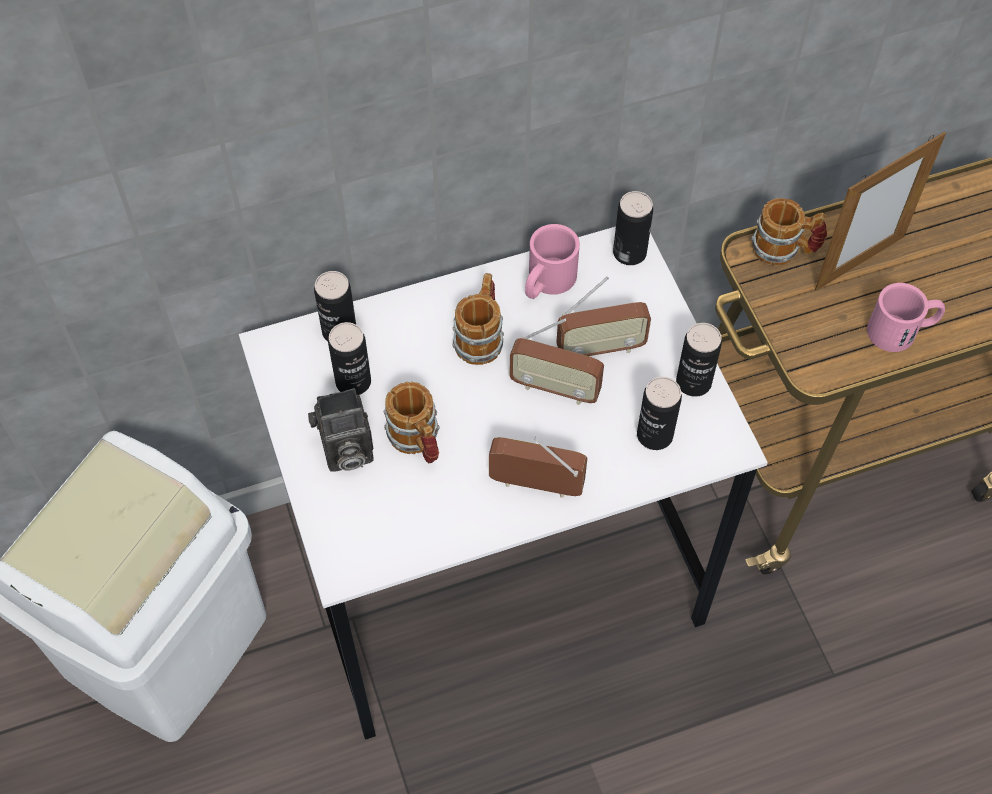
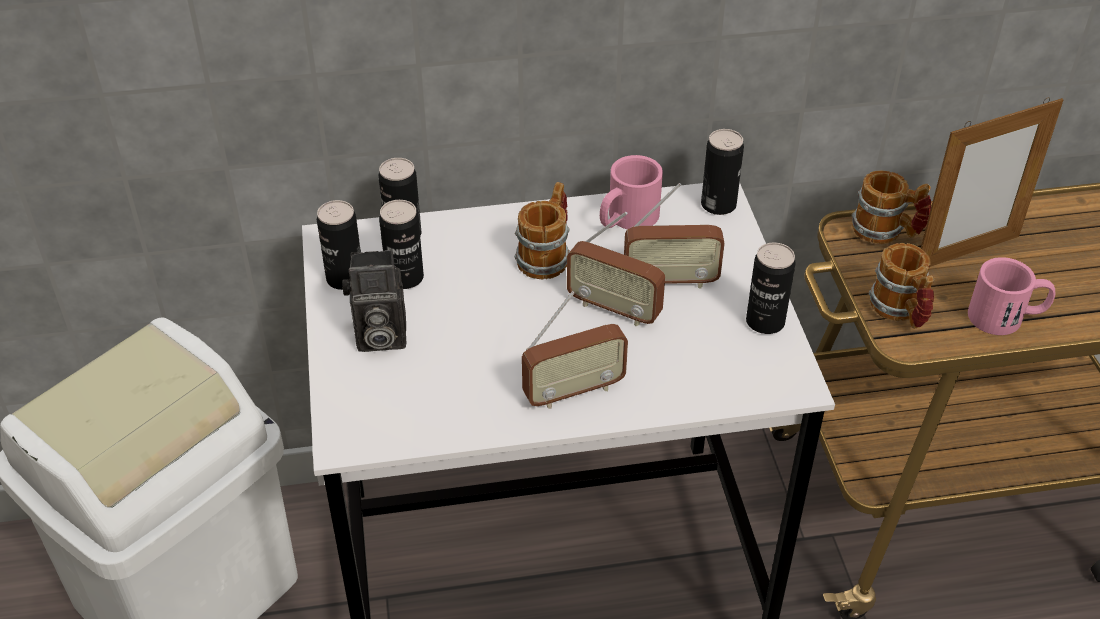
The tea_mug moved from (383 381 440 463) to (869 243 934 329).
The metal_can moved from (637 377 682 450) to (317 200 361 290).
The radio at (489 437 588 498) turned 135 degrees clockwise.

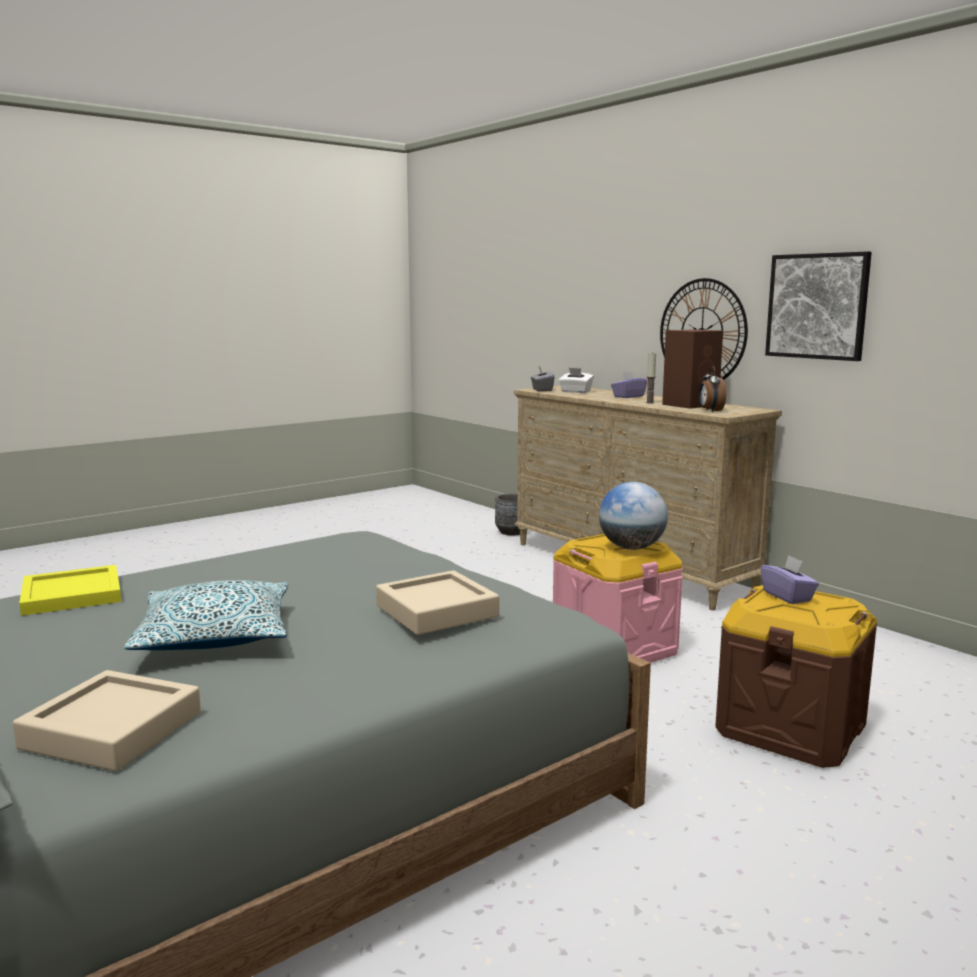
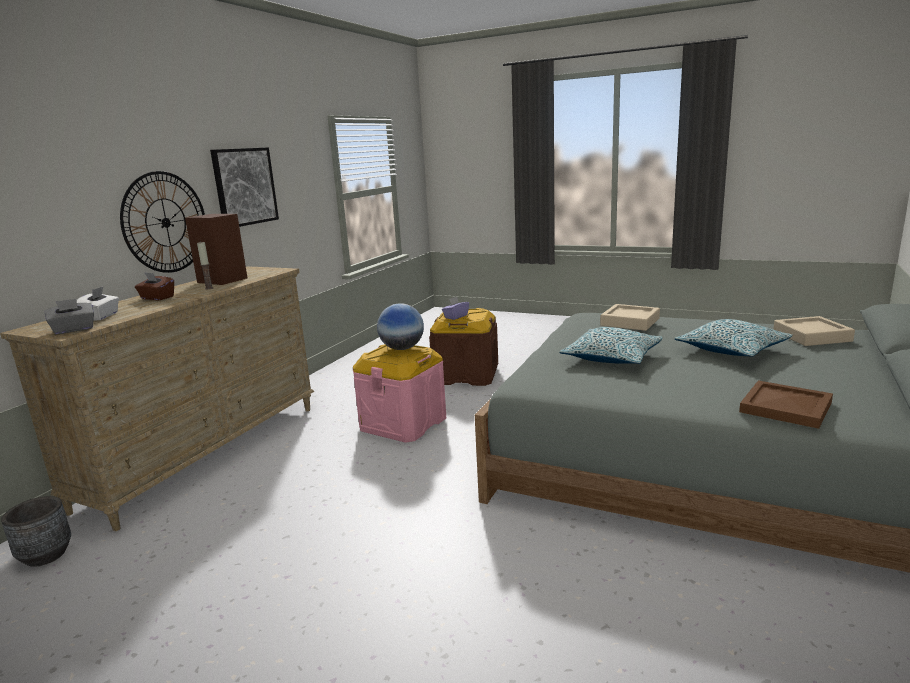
The bedside_clock at (699 366 726 412) disappeared.
The throw_pillow at (559 327 663 364) appeared.
The yellow-coloured_tray at (19 565 121 616) became the brownish_tray at (739 381 833 429).
The purple-coloured_tissue_holder at (611 371 647 398) became the brownish_tissue_holder at (135 272 174 300).

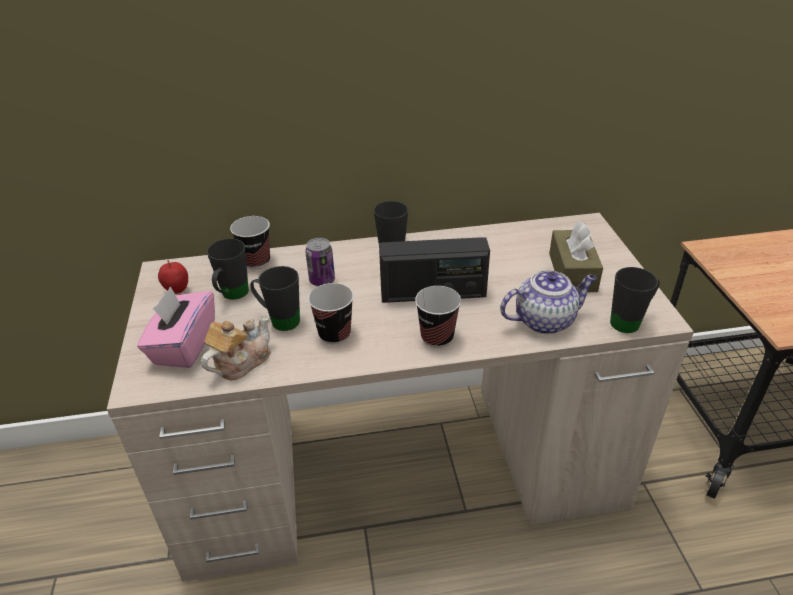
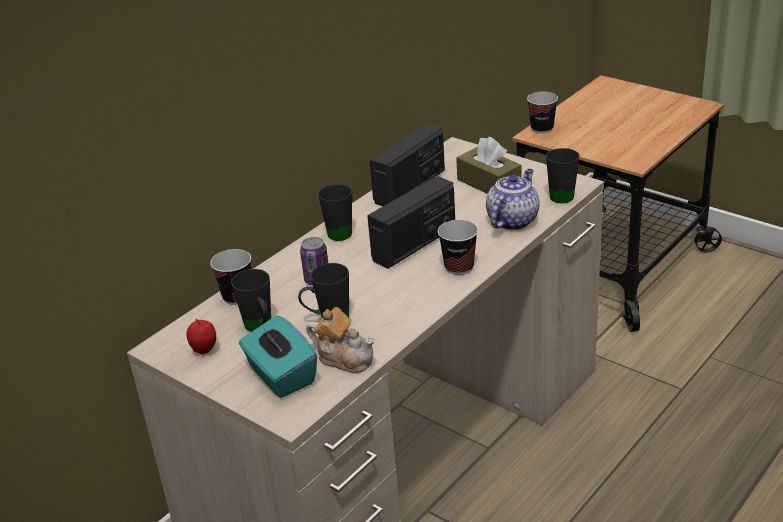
The radio at (370 124 445 206) appeared.
The drinking_cup moved from (308 283 354 344) to (527 91 558 133).
The pinkish_tissue_holder at (137 286 215 368) became the turquoise_tissue_holder at (239 315 317 398).
The teapot at (201 315 271 380) turned 120 degrees clockwise.

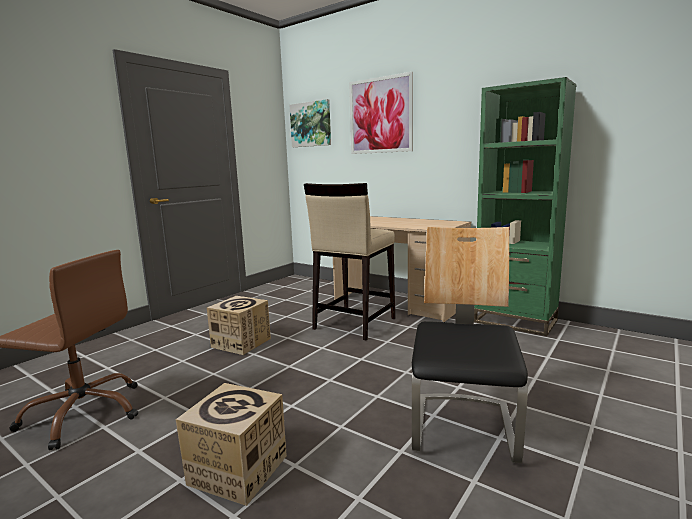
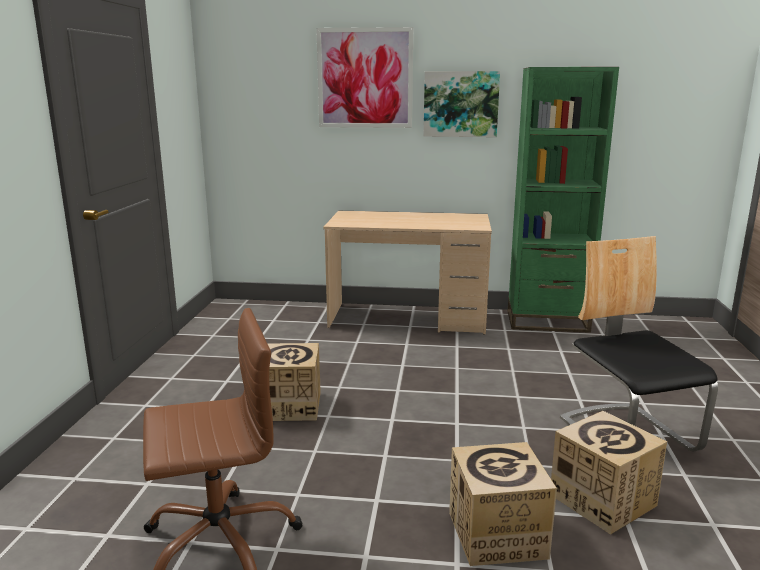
The beige_stool at (304 183 395 340) disappeared.
The cardboard_box at (551 411 667 535) appeared.
The picture moved from (290 99 331 147) to (424 71 500 137).

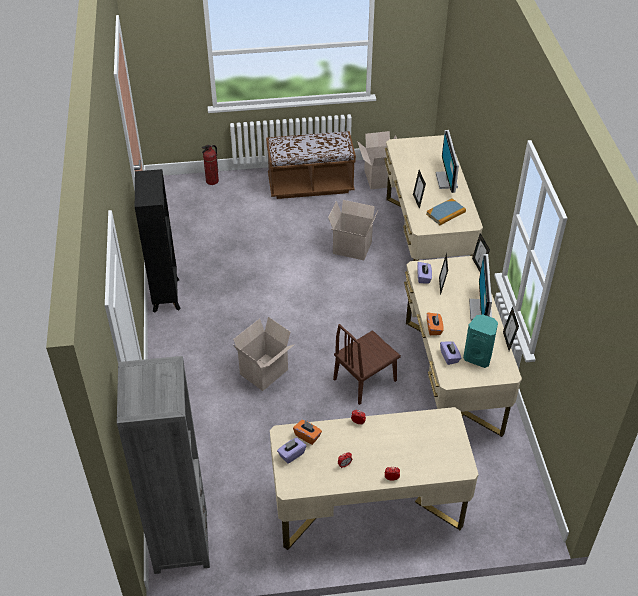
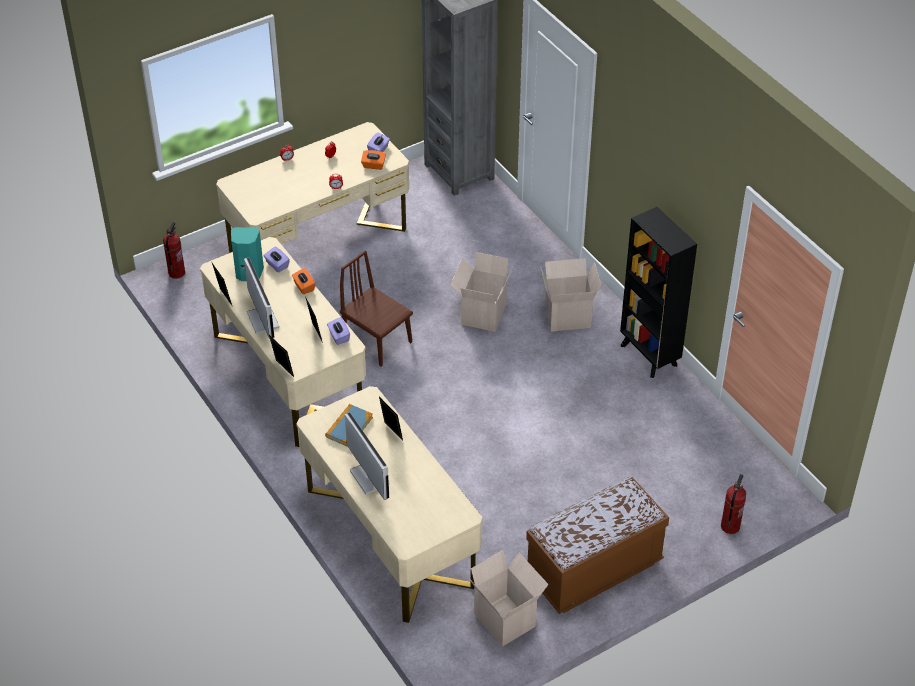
The fire-fighting_cylinder at (163 222 185 279) appeared.
The cardboard_box moved from (328 200 379 260) to (541 258 601 332).
The brownish_plain_chair at (333 324 401 405) turned 75 degrees counterclockwise.

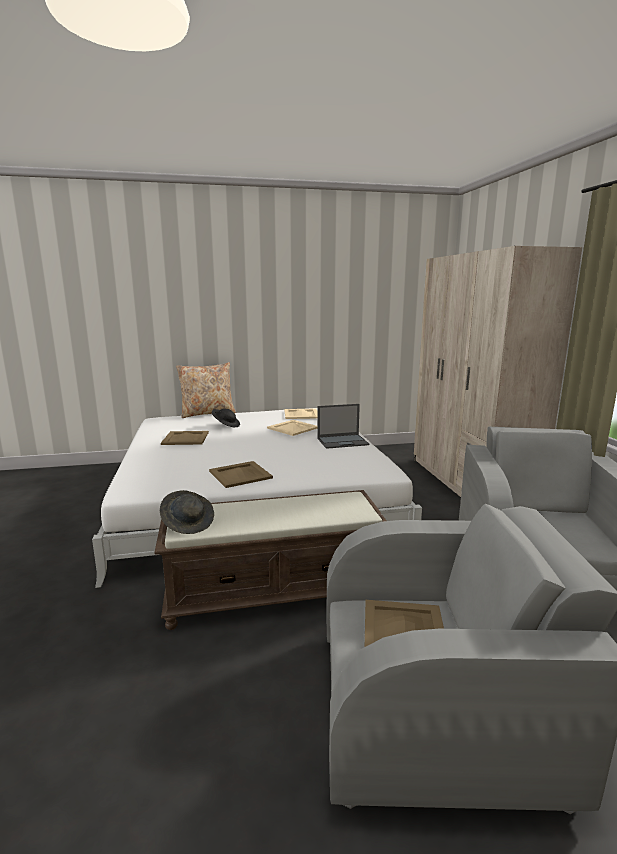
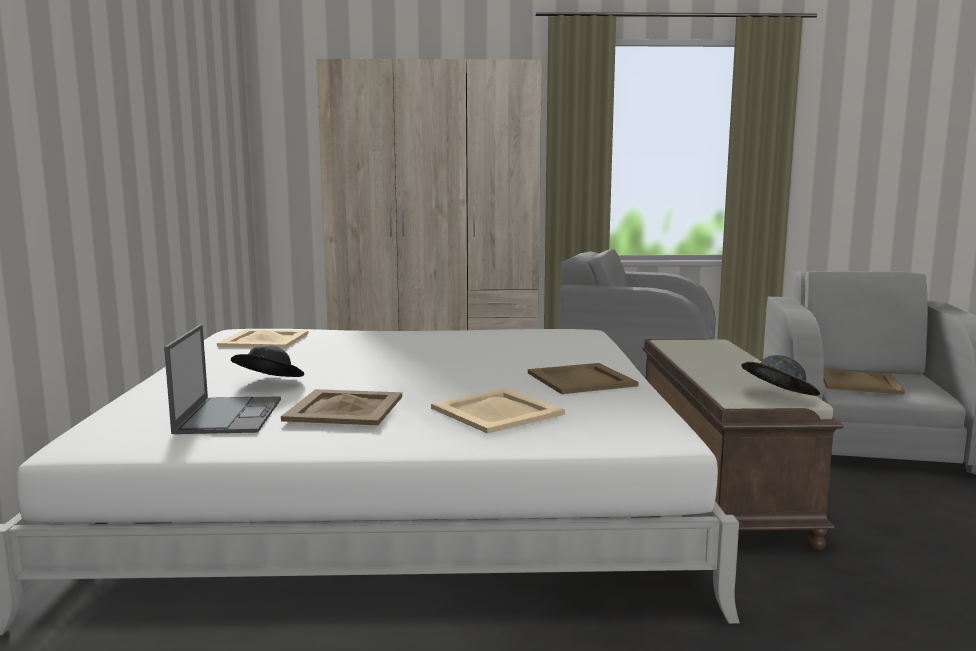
The beige_throw_pillow at (176 362 236 418) disappeared.
The beige_tray moved from (267 420 317 436) to (431 389 565 434).
The laptop moved from (317 404 369 449) to (164 324 281 434).

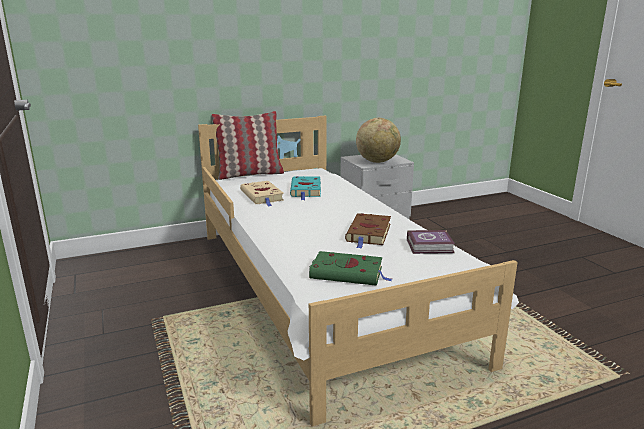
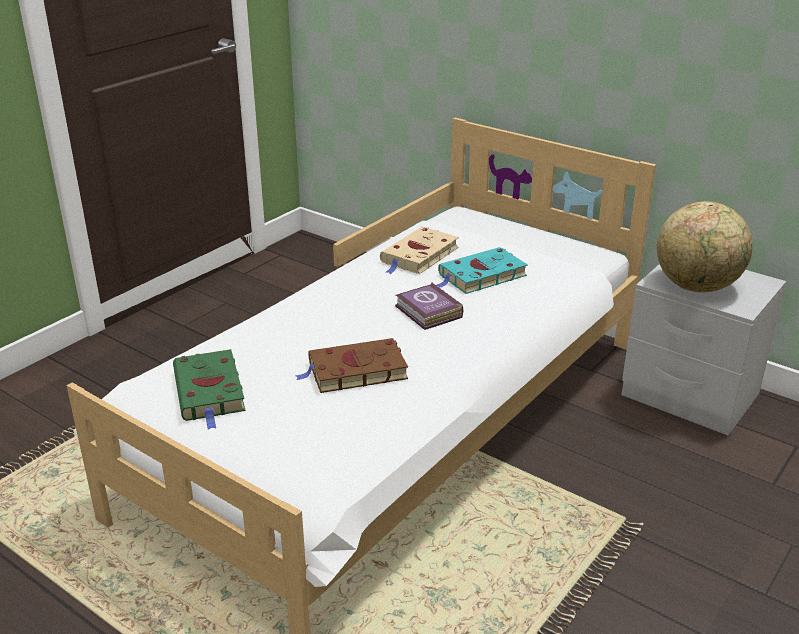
The throw_pillow at (211 111 284 180) disappeared.
The book moved from (407 230 455 254) to (395 283 463 330).

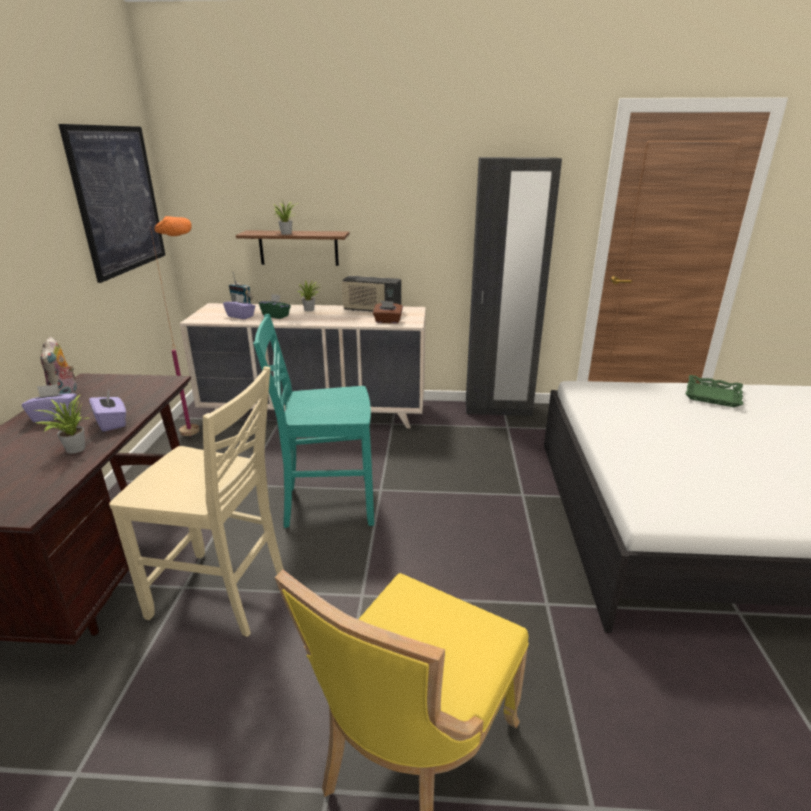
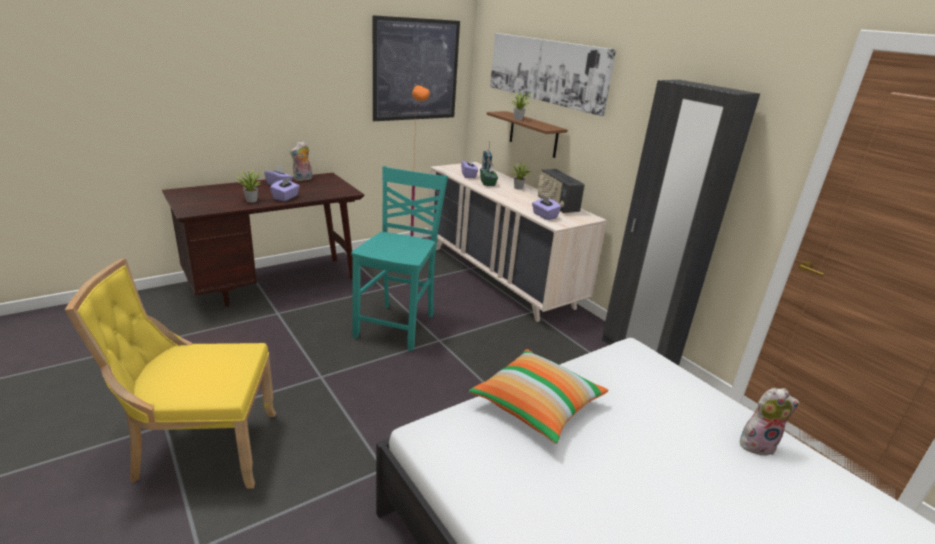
The beige_plain_chair at (109 366 284 637) disappeared.
The throw_pillow at (469 349 609 444) appeared.
The picture at (490 33 616 116) appeared.
The greenish_tray at (686 375 743 407) was replaced by the cuddly_toy at (740 388 799 456).
The brownish_tissue_holder at (373 301 403 324) became the purple-coloured_tissue_holder at (532 195 561 220).
The turquoise_plain_chair at (253 314 374 528) turned 60 degrees clockwise.

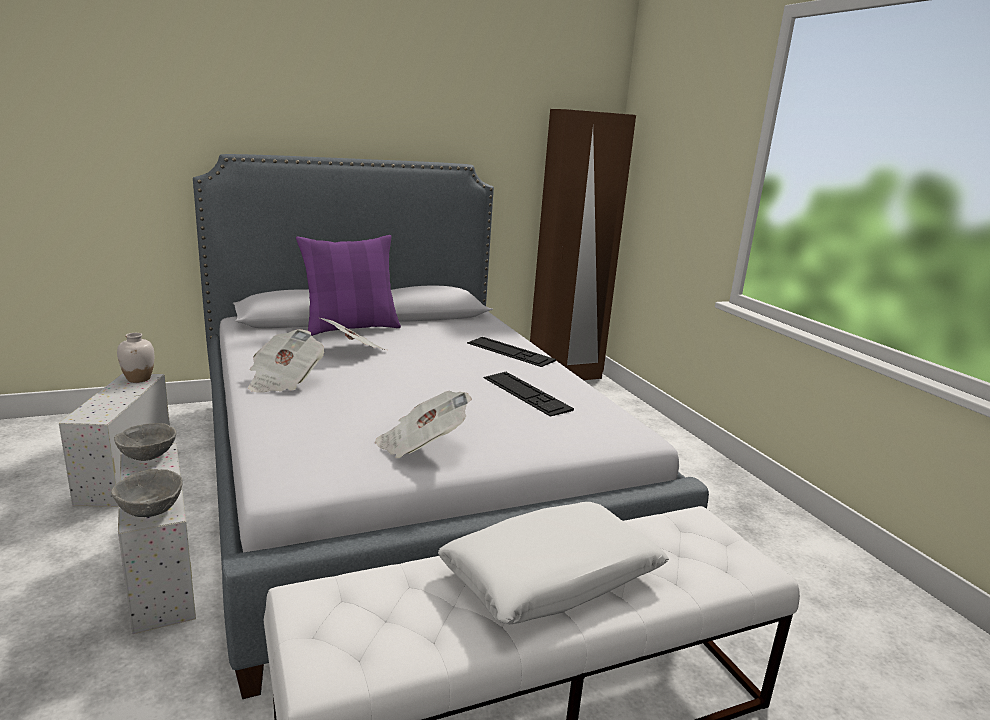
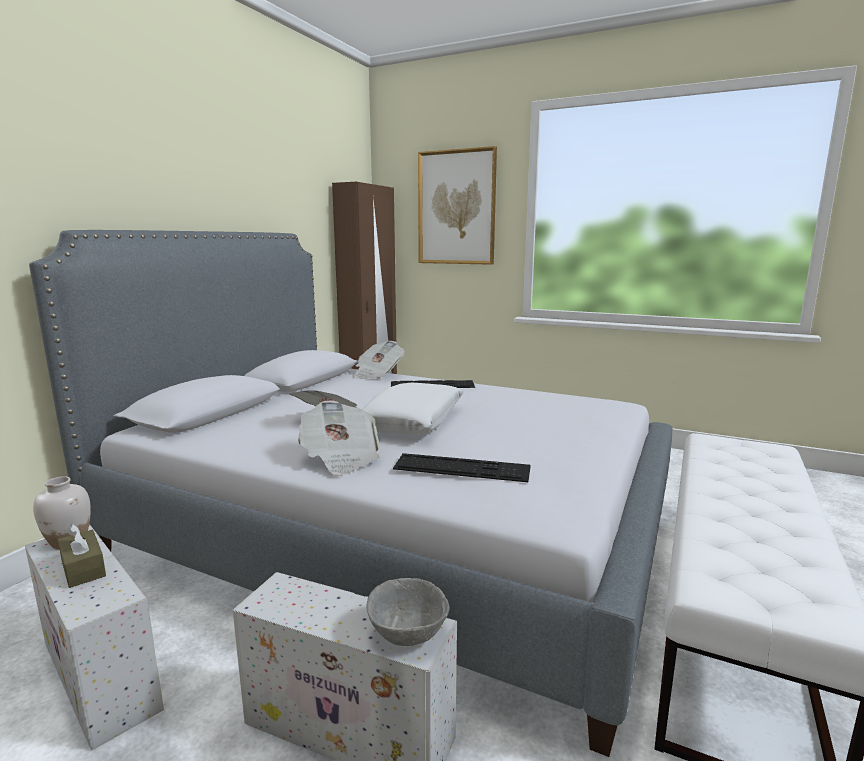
The gray_bowl at (114 423 176 461) disappeared.
The purple-coloured_throw_pillow at (296 235 401 336) disappeared.
The brownish_tissue_holder at (58 524 106 588) appeared.
The picture at (418 146 497 265) appeared.
The daily_paper moved from (375 391 472 458) to (354 341 405 379).
The white-coloured_throw_pillow moved from (438 502 669 624) to (362 383 463 434).
The computer_keyboard moved from (484 372 574 417) to (393 453 531 482).

